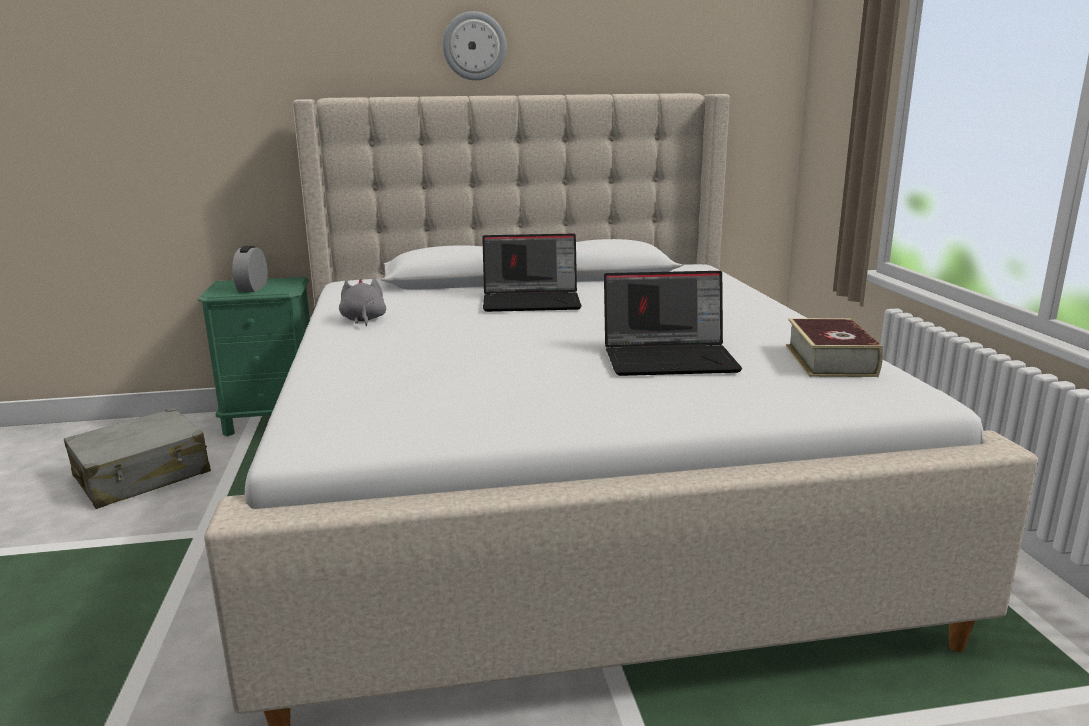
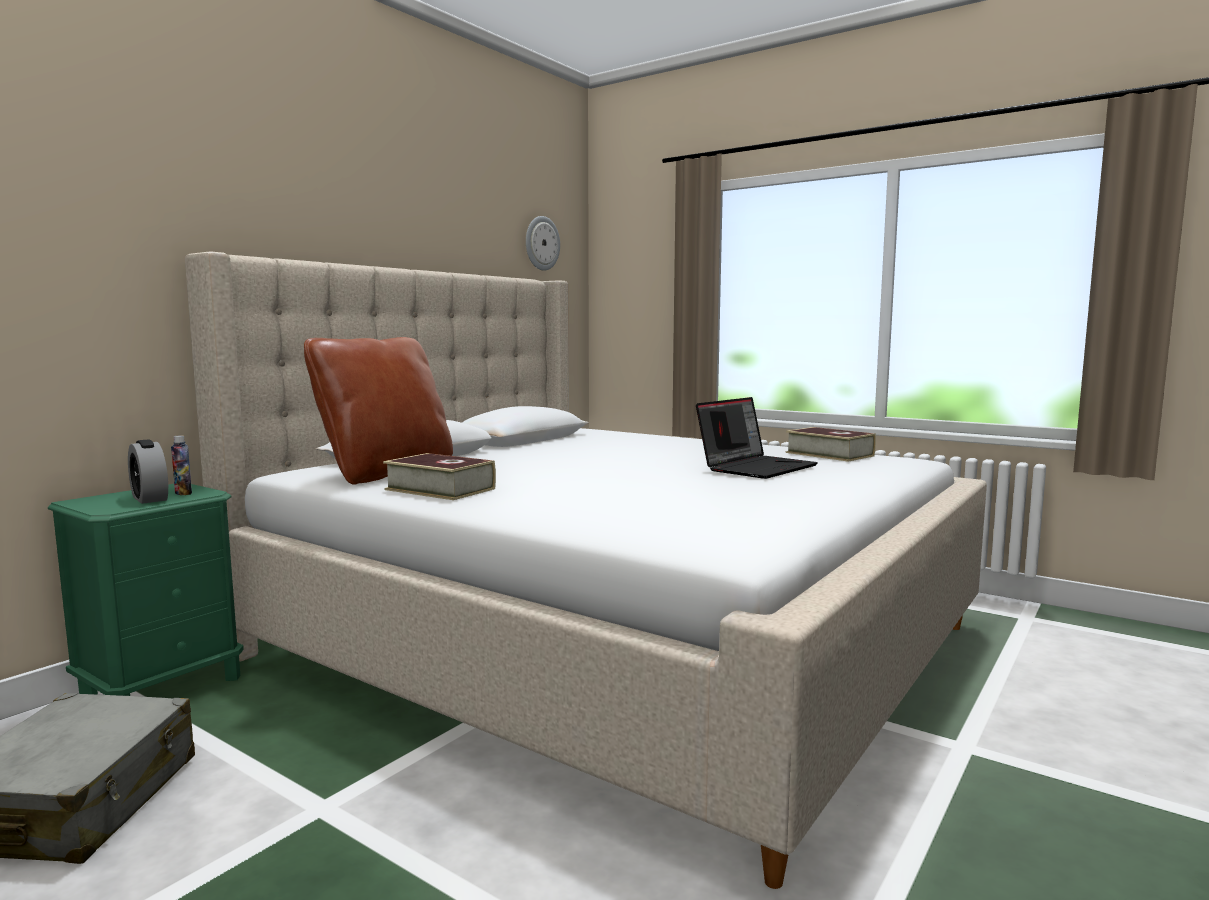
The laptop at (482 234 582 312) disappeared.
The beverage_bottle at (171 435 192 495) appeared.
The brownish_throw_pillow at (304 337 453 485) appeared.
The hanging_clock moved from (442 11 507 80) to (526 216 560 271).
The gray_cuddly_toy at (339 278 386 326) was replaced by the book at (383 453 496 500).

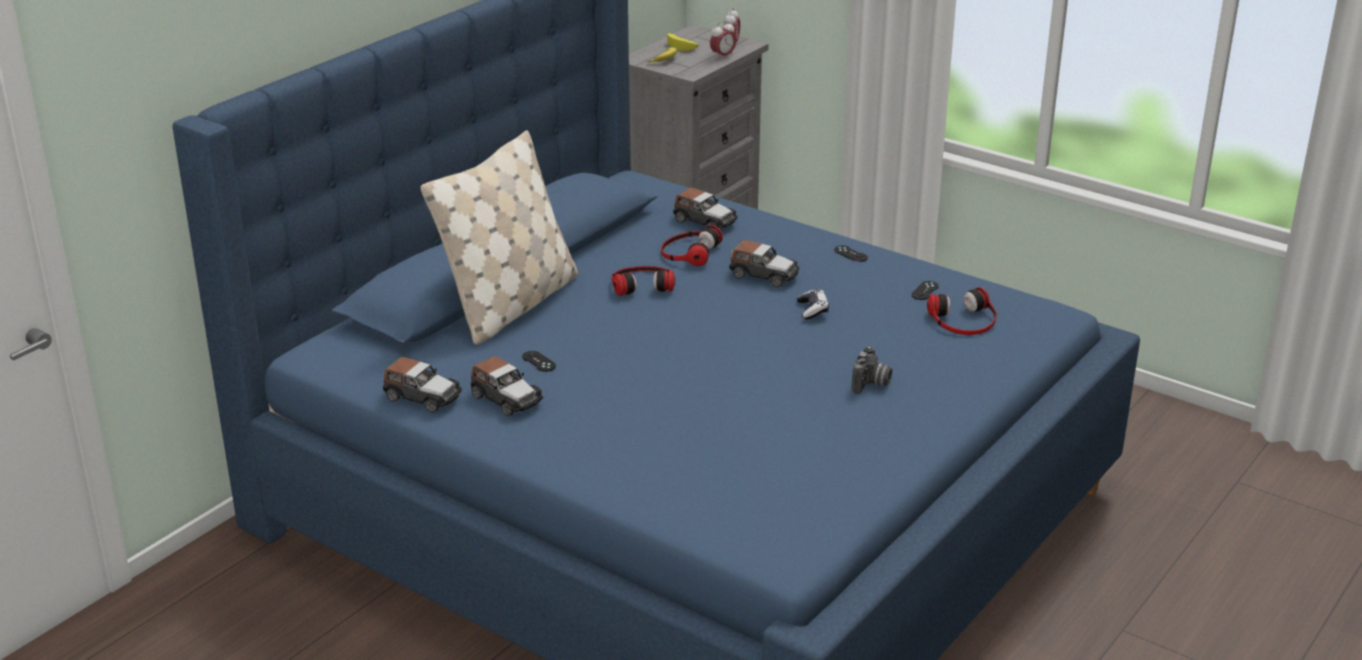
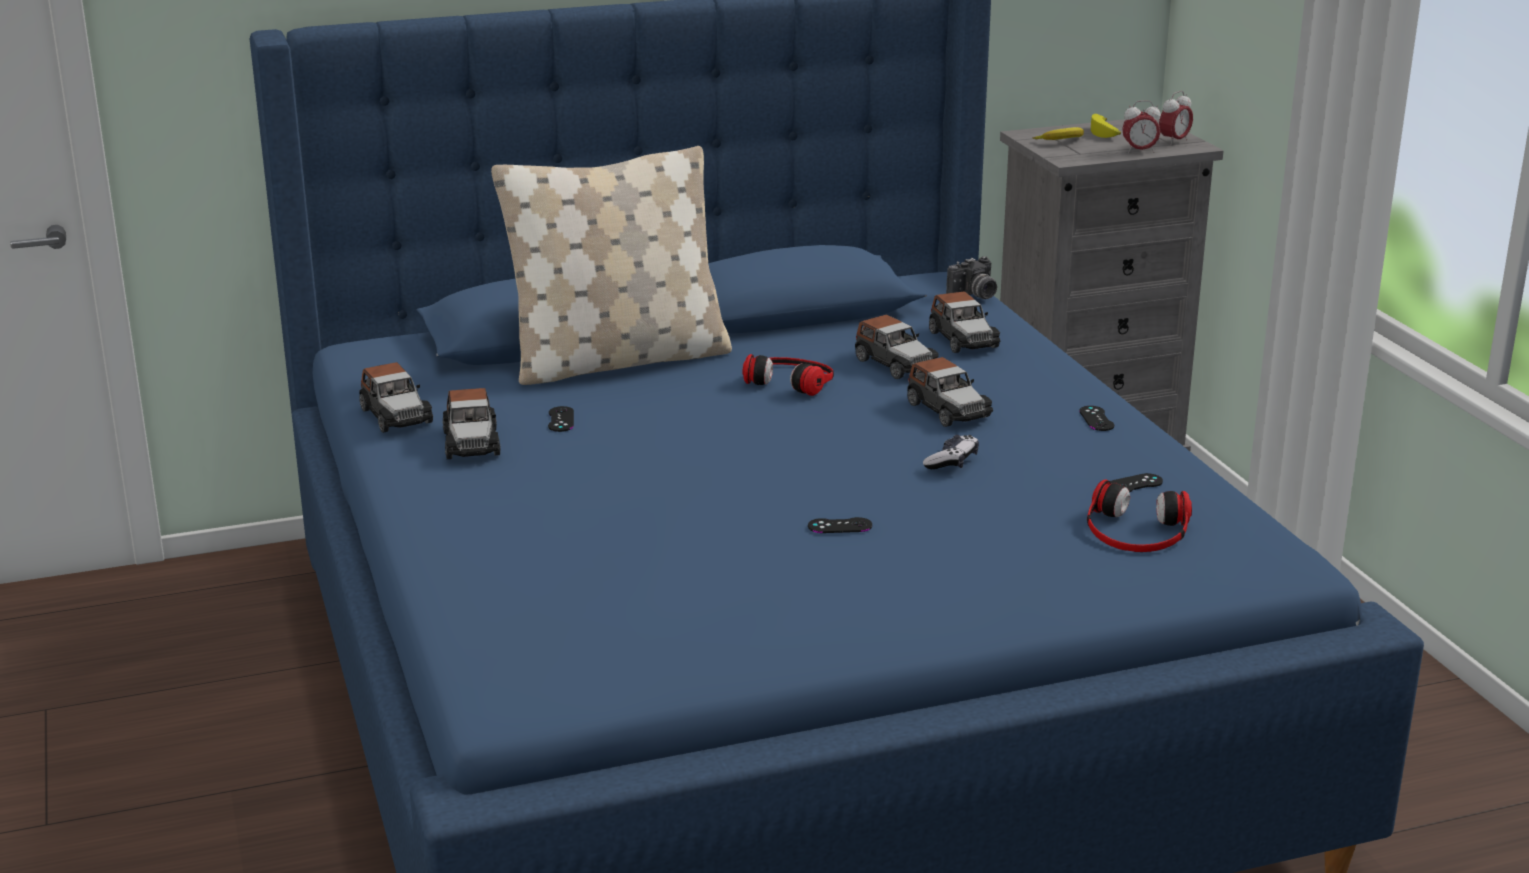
The black_gamepad at (808 517 872 533) appeared.
The still_camera moved from (851 346 892 394) to (946 256 997 299).
The headphones at (661 225 723 266) was replaced by the model_car at (855 315 939 379).

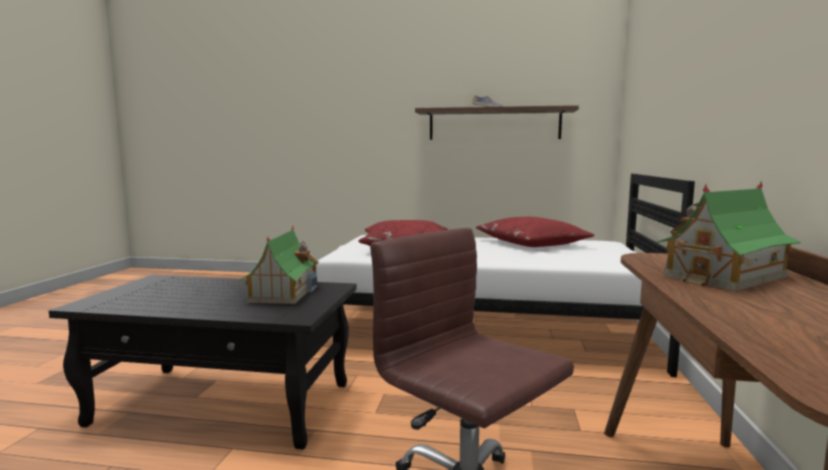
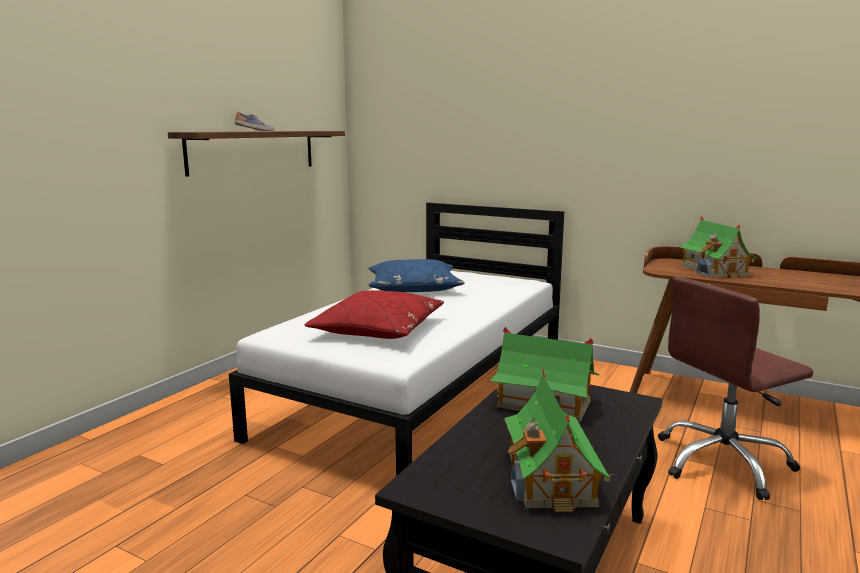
The toy_house at (504 369 615 512) appeared.
The red-coloured_throw_pillow at (476 217 595 247) became the blue_throw_pillow at (369 259 465 292).

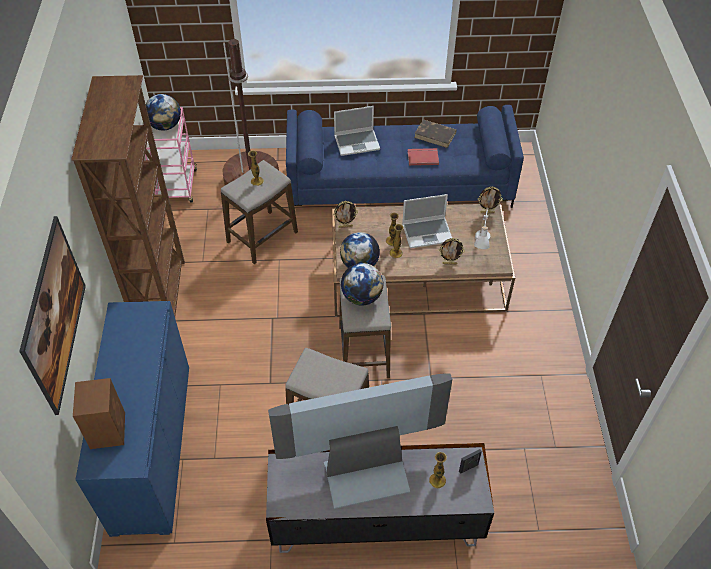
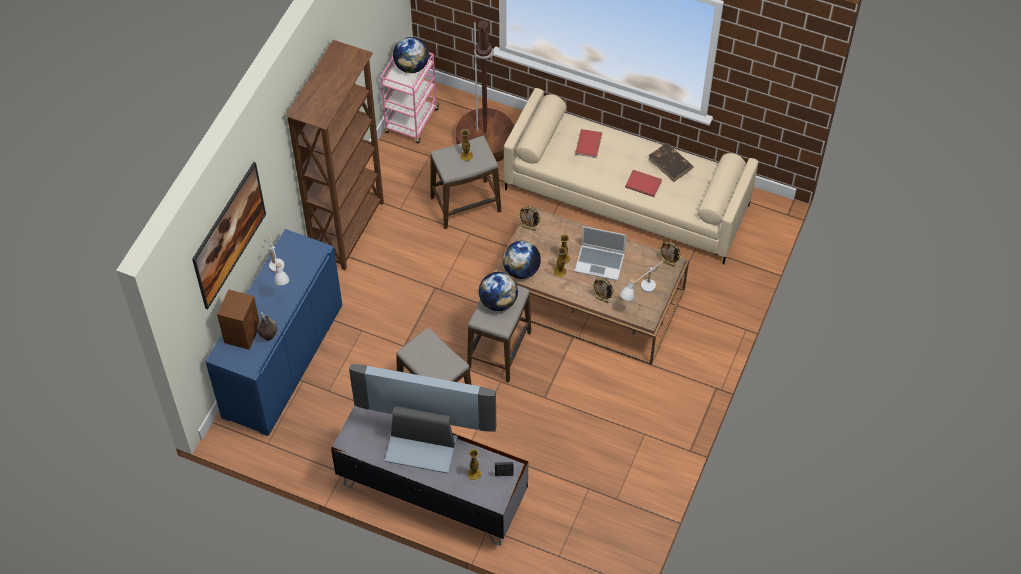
The flower_vase at (257 312 277 341) appeared.
The white-coloured_lamp_for_a_table at (269 236 290 286) appeared.
The laptop at (334 106 380 156) was replaced by the red-coloured_book at (575 129 602 158).
The blue_settee at (286 105 524 208) became the beige_settee at (504 88 758 264).

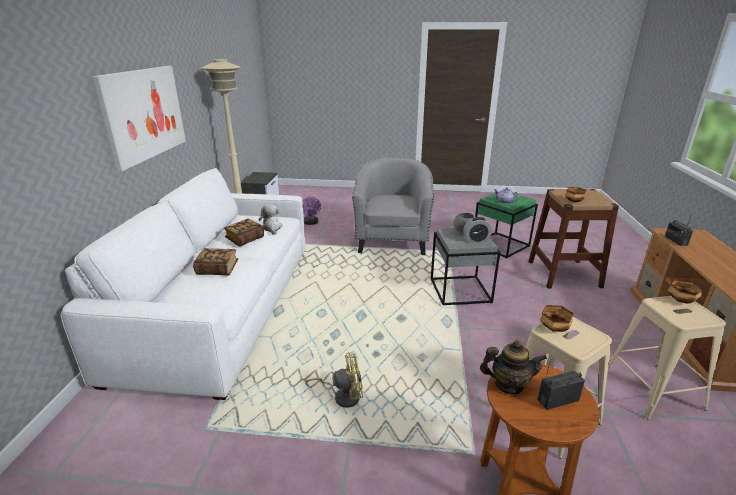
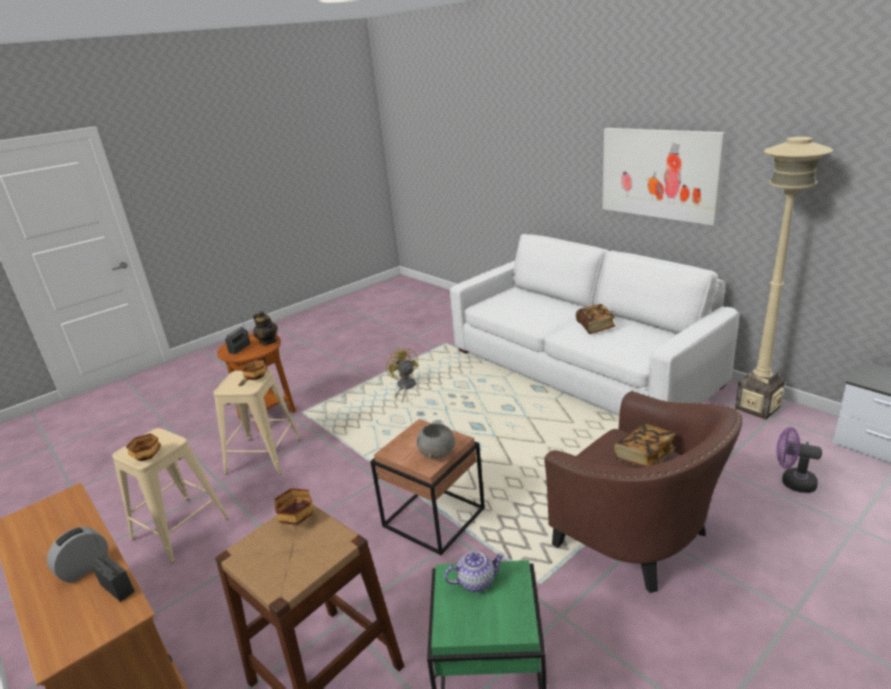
The cuddly_toy at (259 204 283 235) disappeared.
The book moved from (193 248 238 276) to (614 423 675 467).
The bedside_clock moved from (463 217 492 243) to (47 527 108 583).
The gray_easy_chair at (352 157 435 255) became the brownish_easy_chair at (544 391 742 593).
The gray_accent_table at (431 228 500 305) became the brownish_accent_table at (370 419 485 555).
The yellow-coloured_electric_fan at (306 352 363 408) turned 120 degrees clockwise.
The teapot at (480 340 547 395) turned 90 degrees counterclockwise.

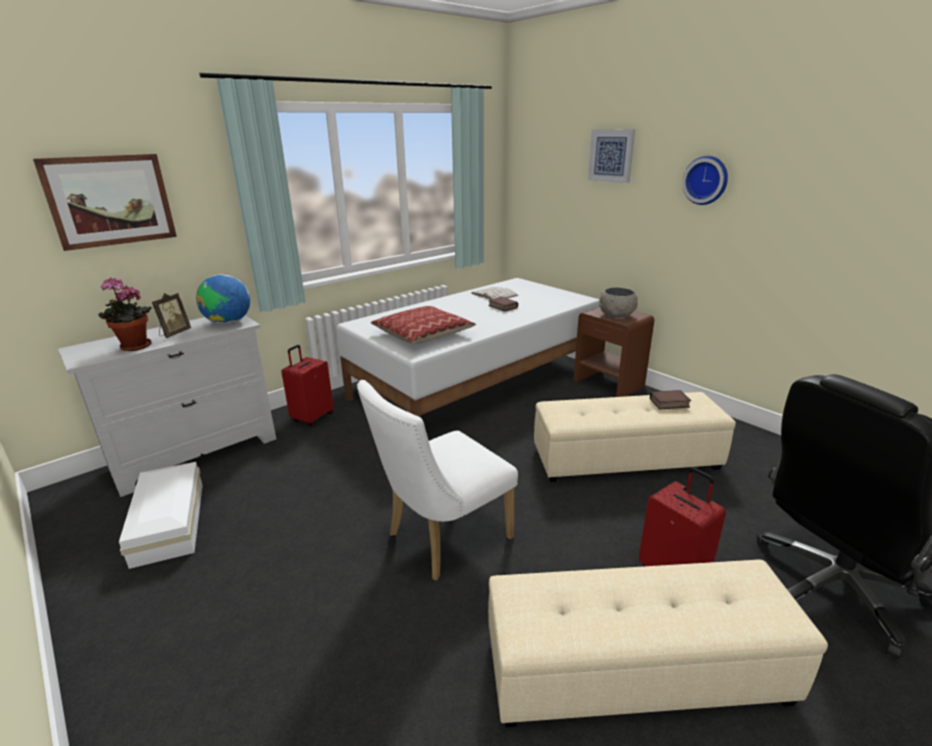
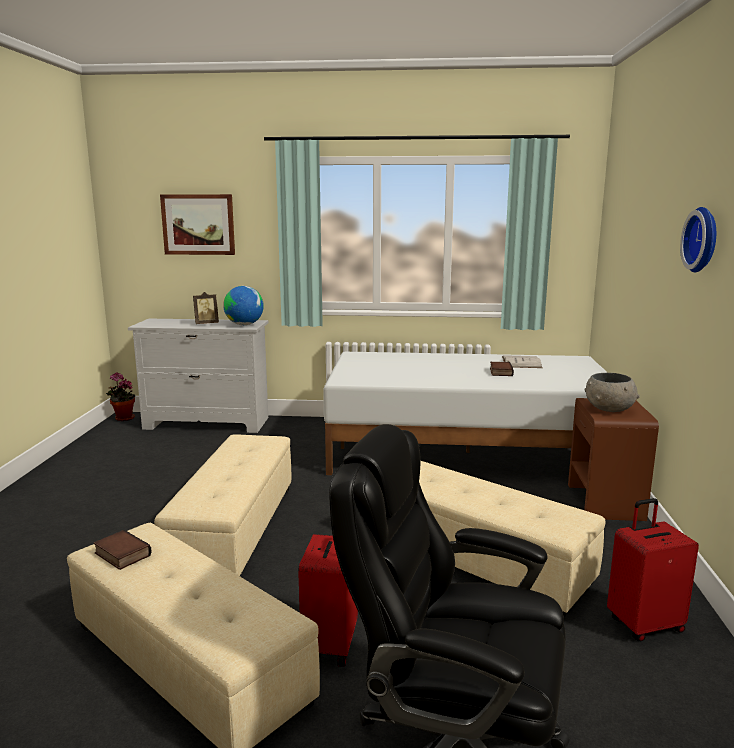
The white-coloured_storage_container at (119 462 203 569) disappeared.
The throw_pillow at (371 306 476 344) disappeared.
The picture at (588 129 635 183) disappeared.
The potted_plant moved from (98 277 152 351) to (106 372 135 421).
The red-coloured_piece_of_luggage moved from (282 345 334 427) to (607 498 699 641).
The book moved from (650 390 691 410) to (93 530 152 570).
The white-coloured_plain_chair at (357 380 518 581) was replaced by the beige_footrest at (154 434 291 576).

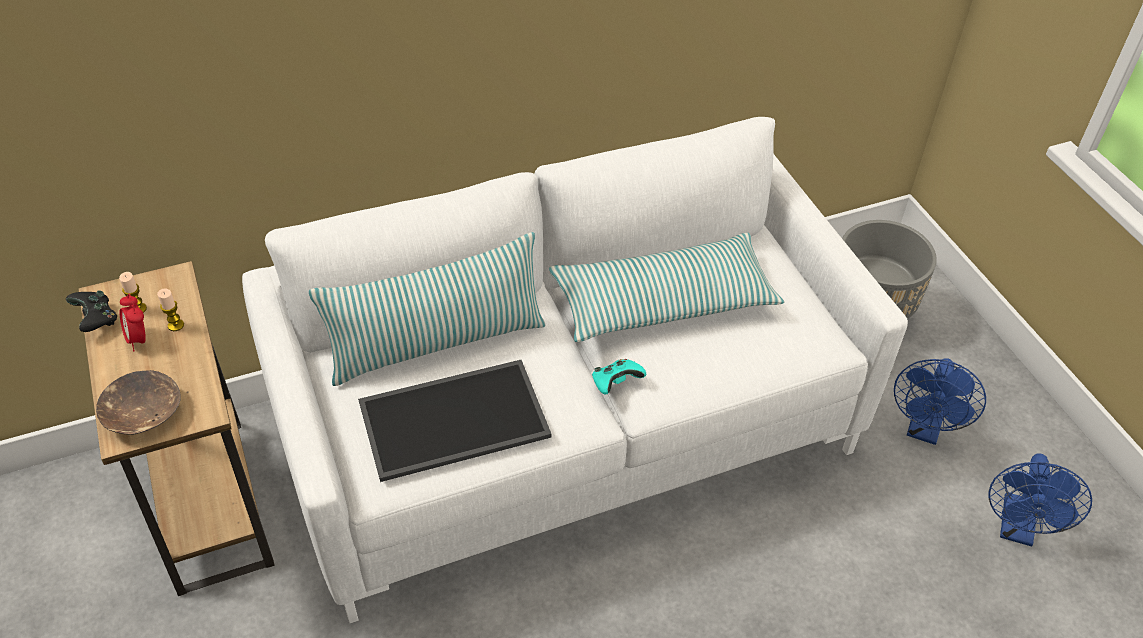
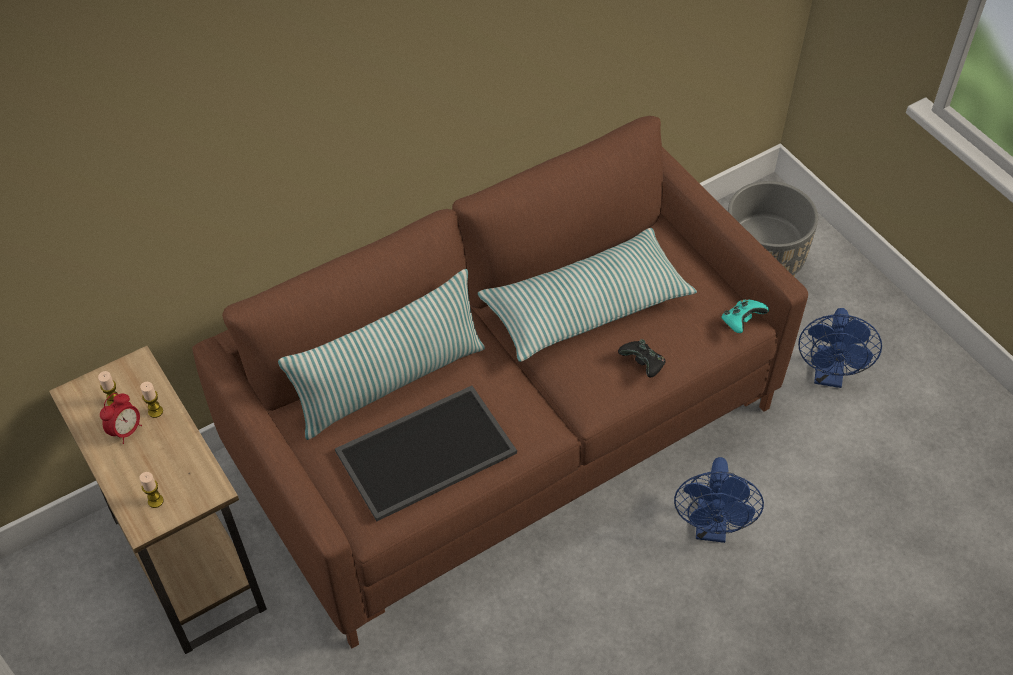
The black_gamepad moved from (66 290 117 332) to (618 339 666 377).
The turquoise_gamepad moved from (592 359 646 394) to (721 299 769 333).
The blue_electric_fan moved from (988 453 1092 546) to (674 457 764 543).
The brownish_bowl at (96 370 181 435) was replaced by the wax_light at (139 472 164 508).
The white-coloured_settee at (242 117 908 623) became the brownish_settee at (192 116 808 648).
The bedside_clock at (119 294 146 352) turned 105 degrees counterclockwise.

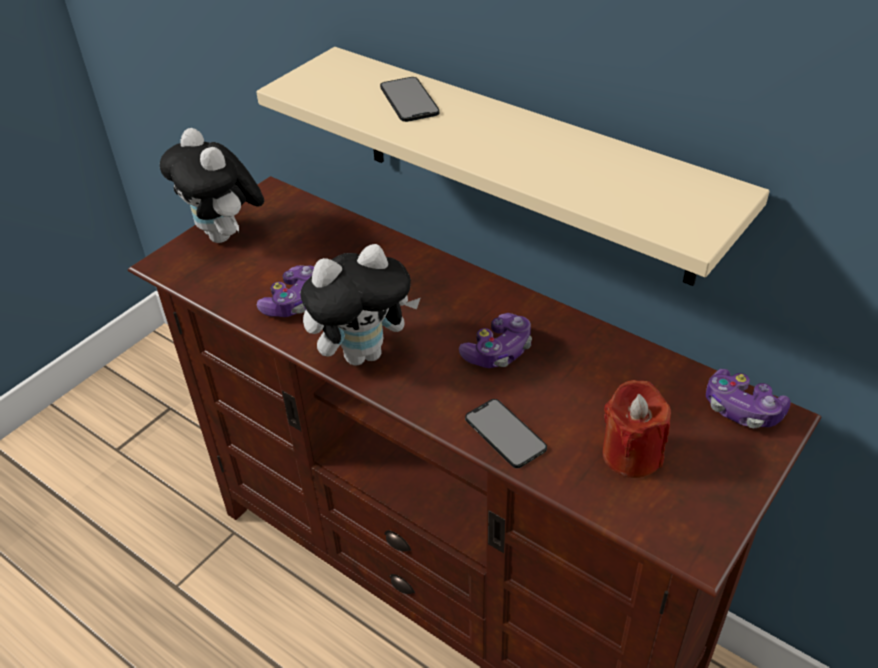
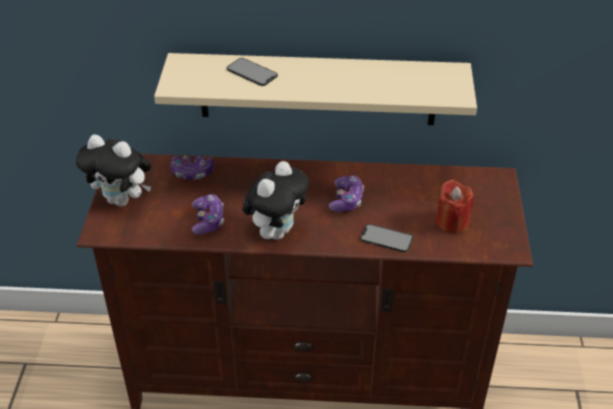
The gamepad moved from (706 369 791 428) to (171 154 214 180).

